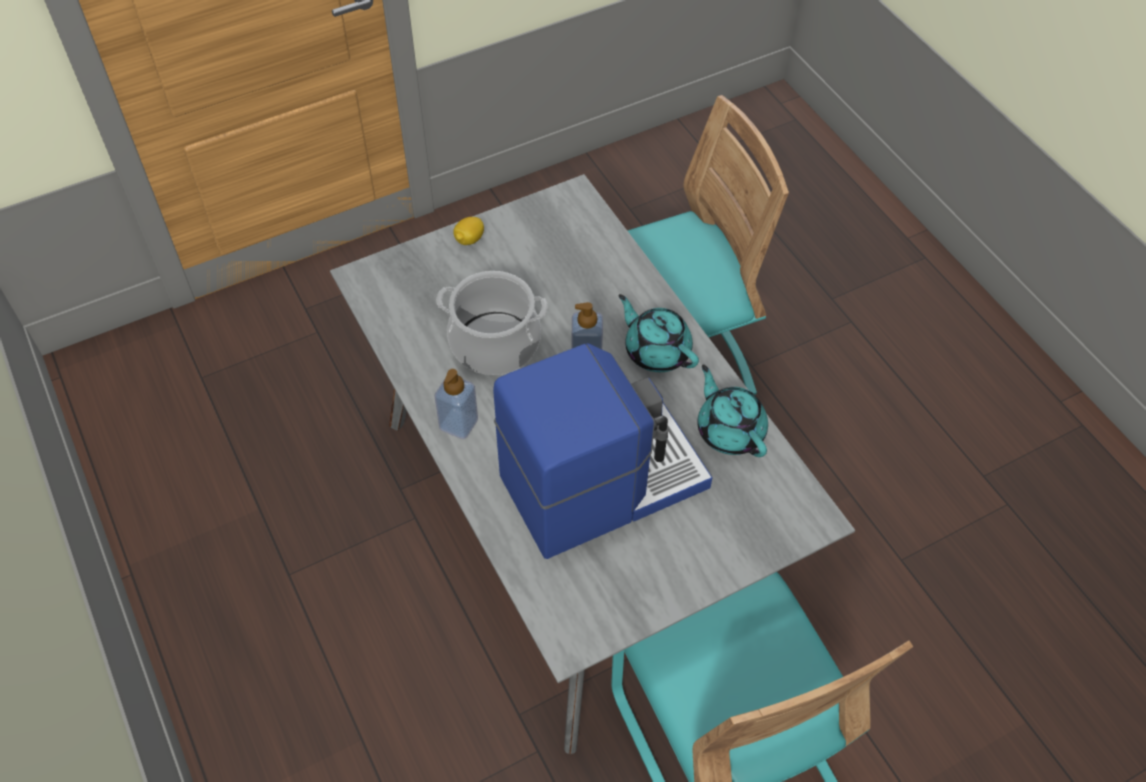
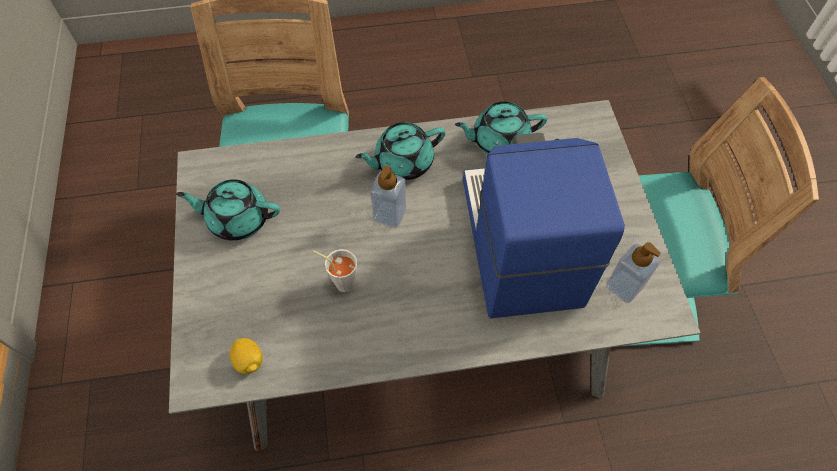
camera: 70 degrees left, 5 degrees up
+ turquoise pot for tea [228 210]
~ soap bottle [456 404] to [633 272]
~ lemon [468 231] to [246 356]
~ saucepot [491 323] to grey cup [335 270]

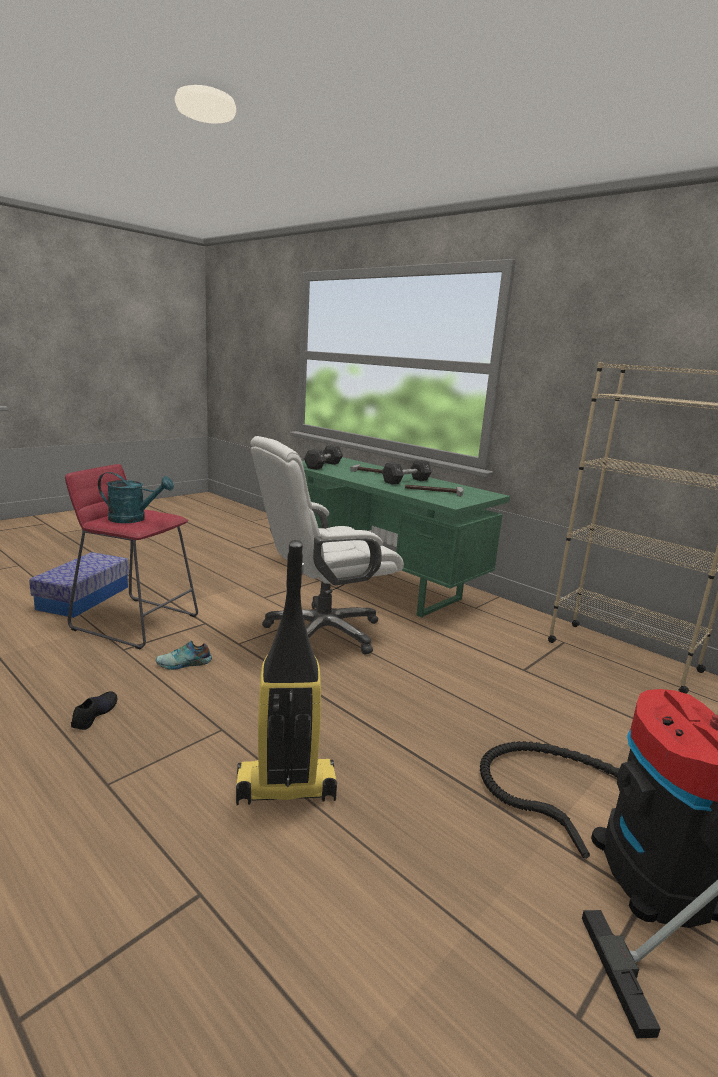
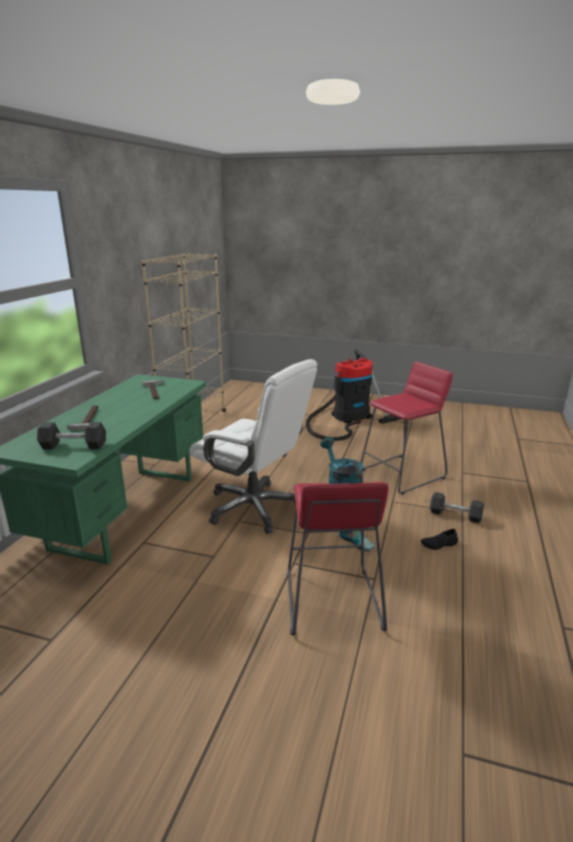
camera: 115 degrees left, 5 degrees up
- storage box [79 585]
~ black-coloured hand weight [407 472] to [457 507]
~ hoover [286 672] to reddish stool [407 428]

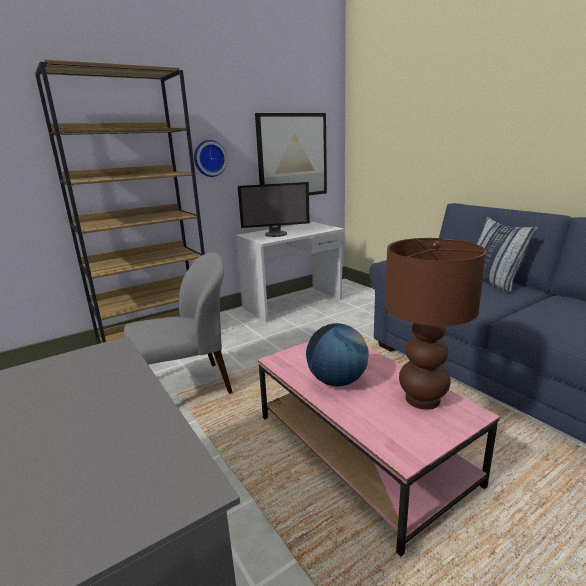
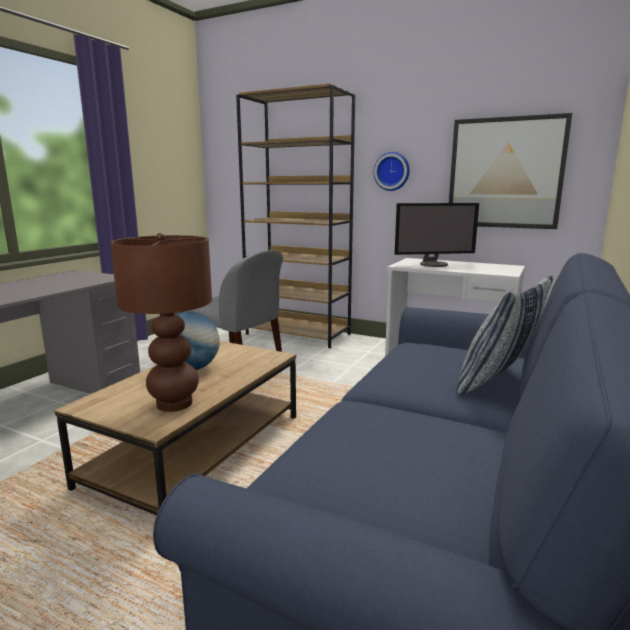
camera: 60 degrees right, 5 degrees down
~ pink-coloured low table [379 449] to brown low table [175 428]
~ monitor [274 209] = [436 235] 60 degrees counterclockwise

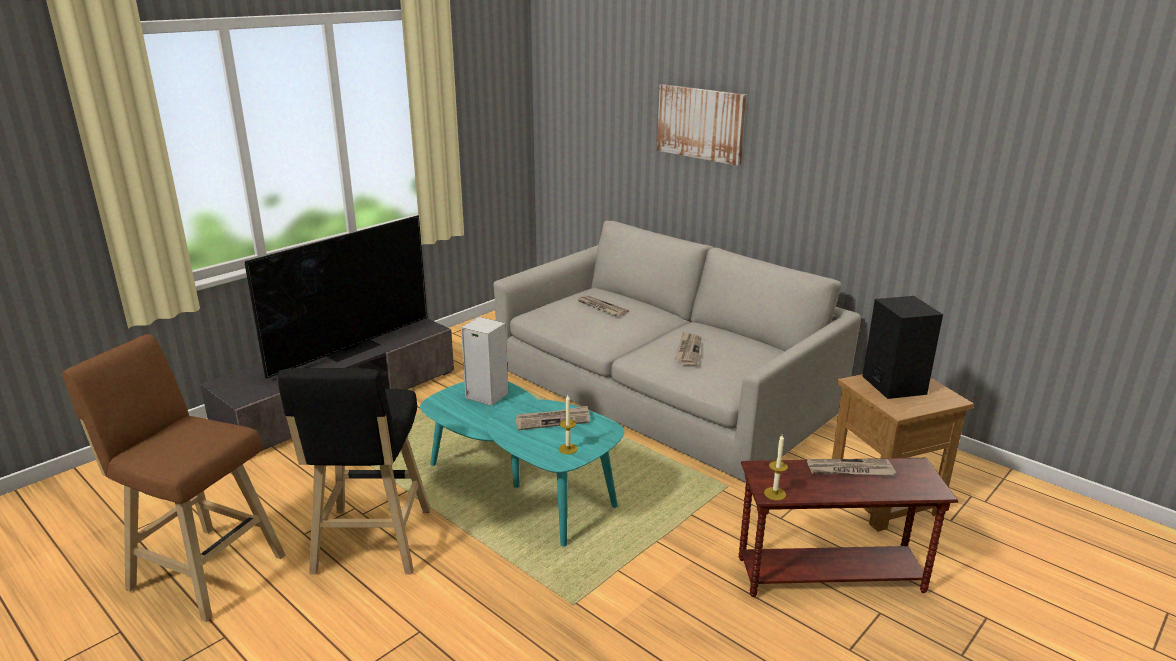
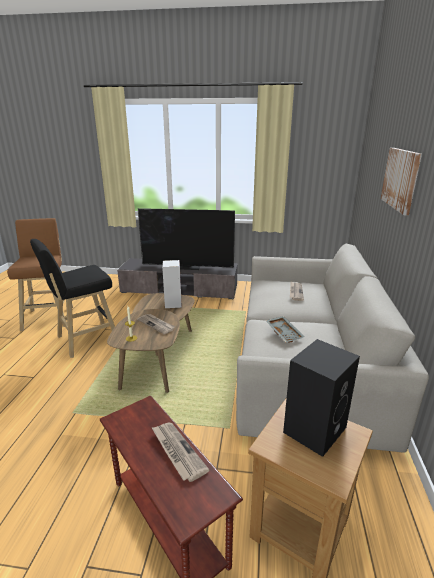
camera: 55 degrees right, 0 degrees up
- candle [776 467]
~ daily paper [688 348] to grey tray [285 329]
~ turquoise low table [522 464] to brown low table [151 343]

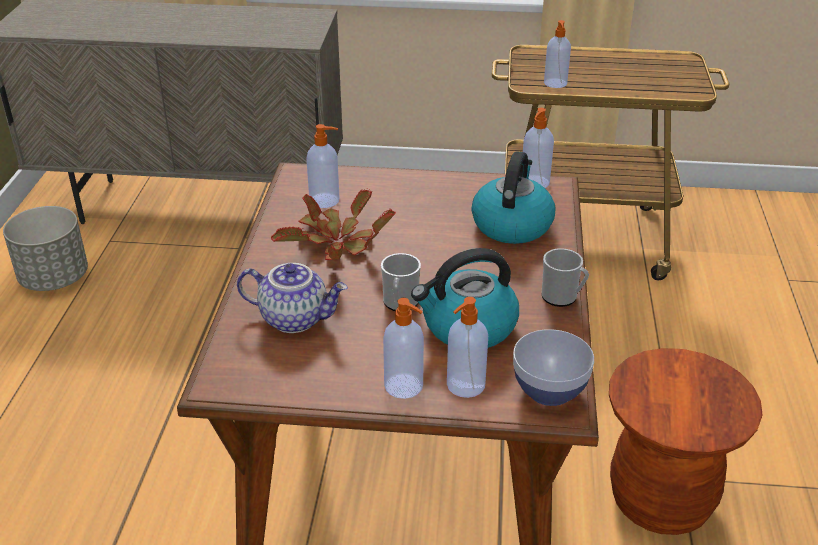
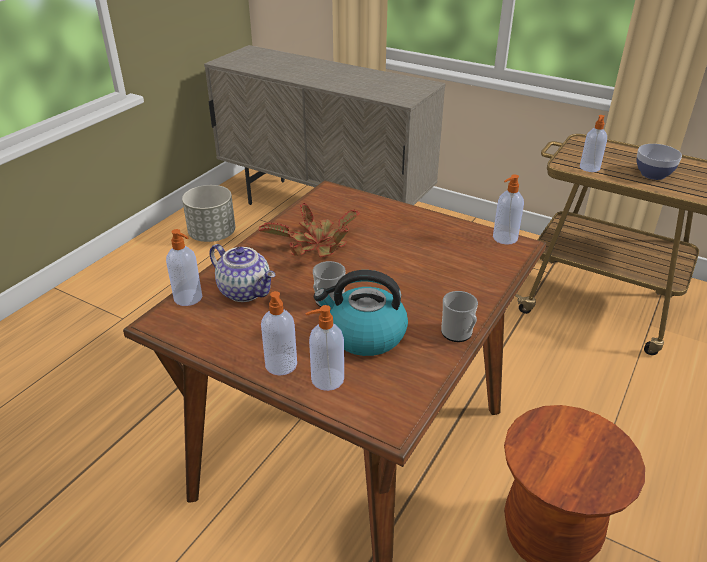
camera: 25 degrees right, 0 degrees up
- tea kettle [513 197]
~ soap bottle [323 166] to [184 267]
~ bowl [553 367] to [659 162]

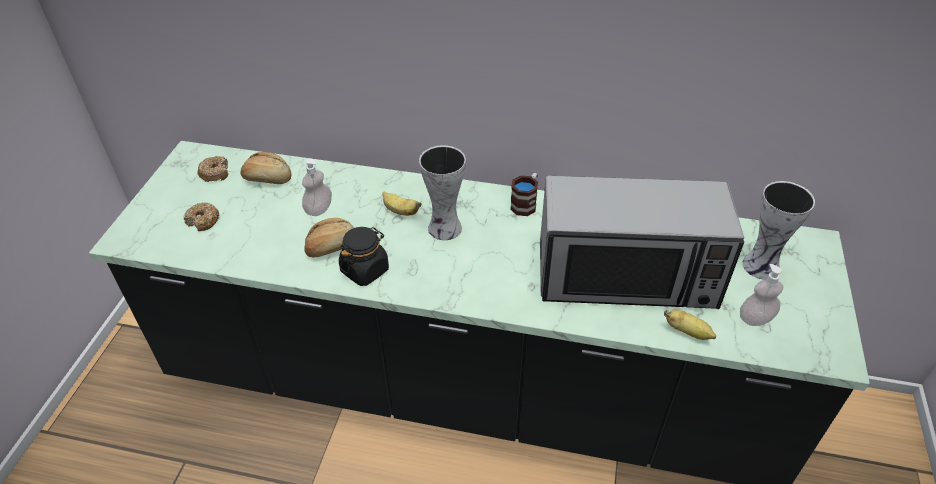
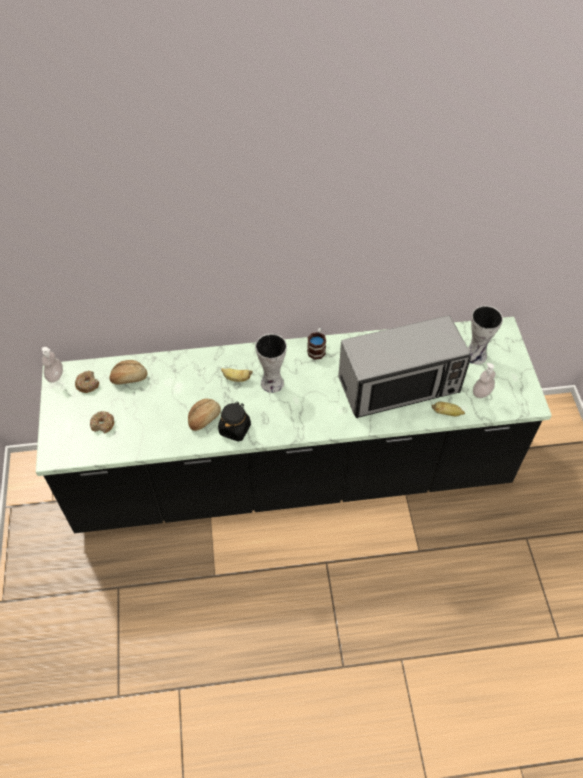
camera: 20 degrees left, 10 degrees up
~ soap bottle [317 187] to [52 365]

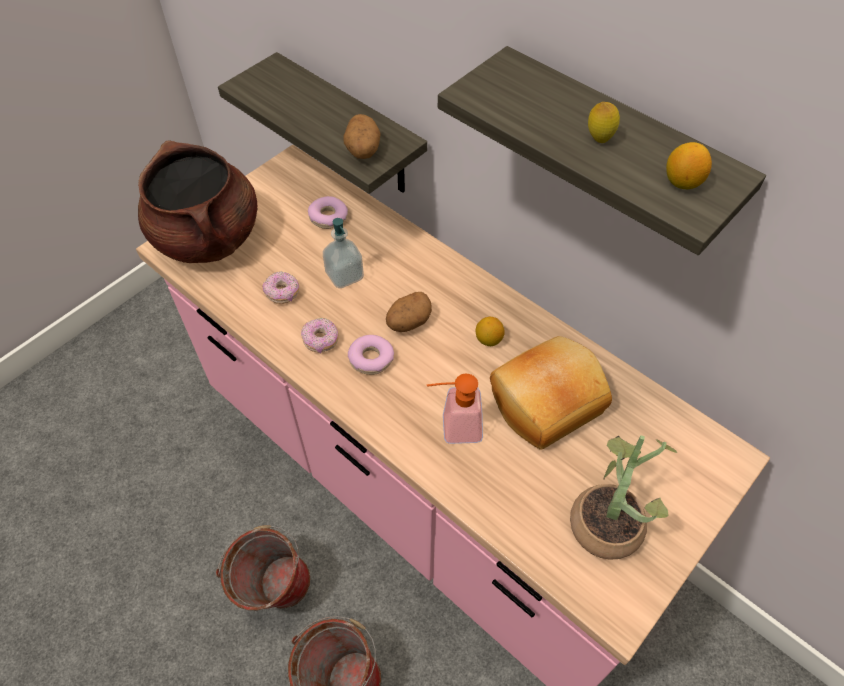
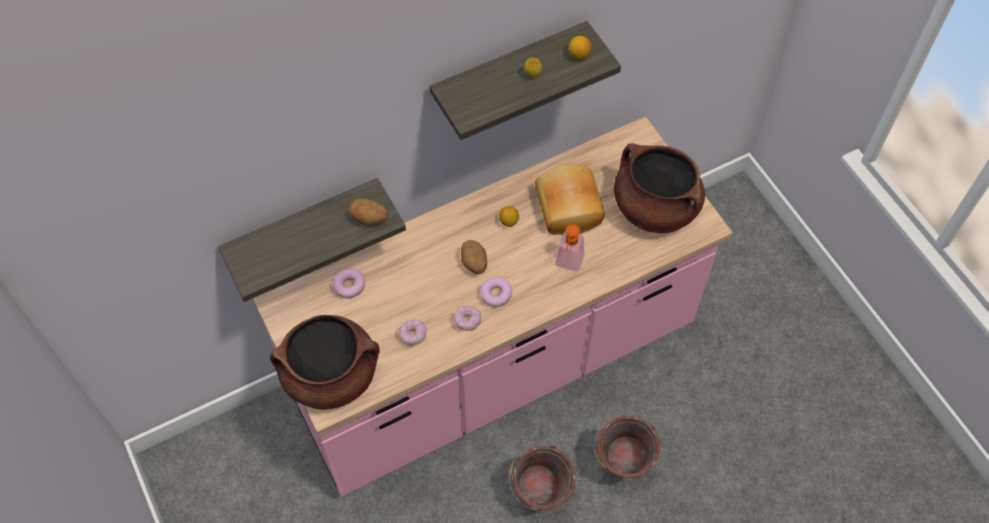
camera: 70 degrees left, 5 degrees up
- soap bottle [343 253]
~ houseplant [623 497] to brown saucepot [659 188]

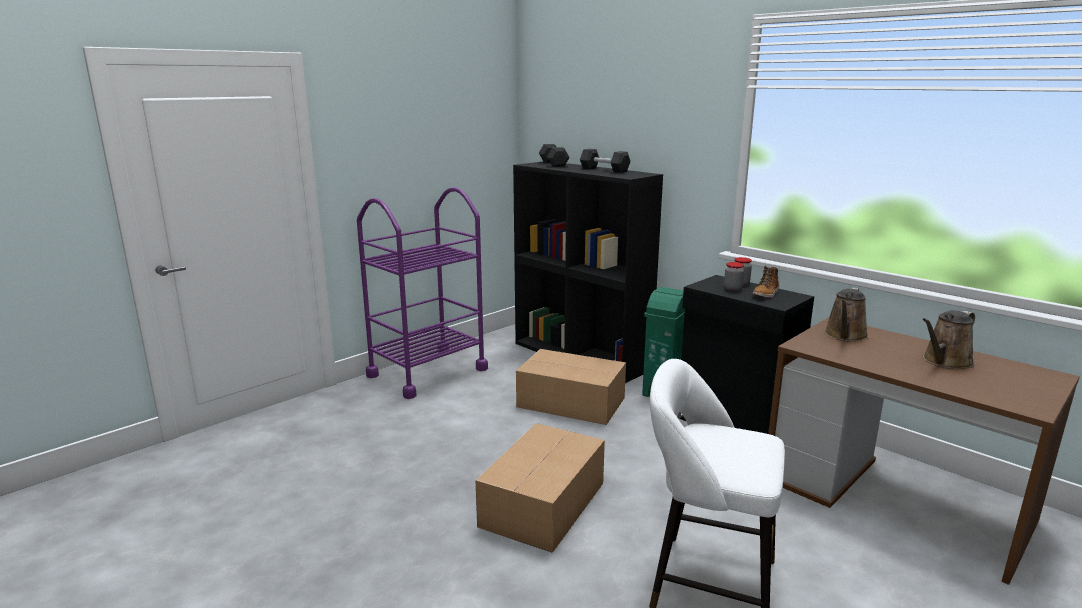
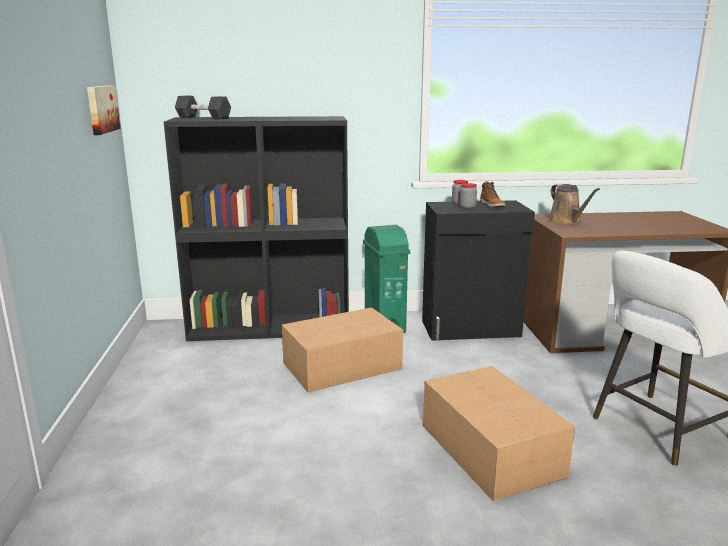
camera: 50 degrees left, 0 degrees up
- purple wheeled cart [422 293]
- black-coloured hand weight [605 161]
- brown sprinkling can [949 339]
+ picture [104 110]

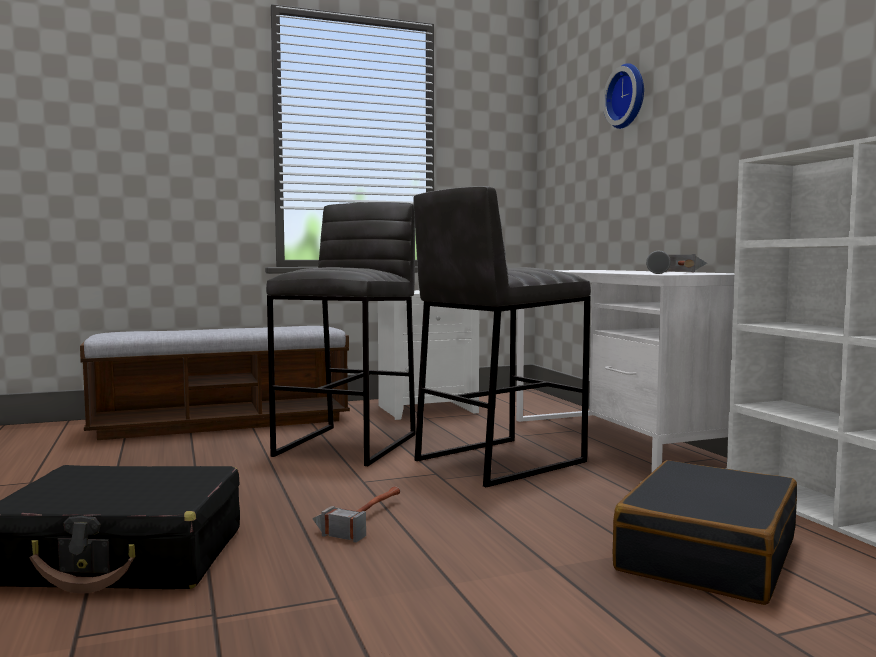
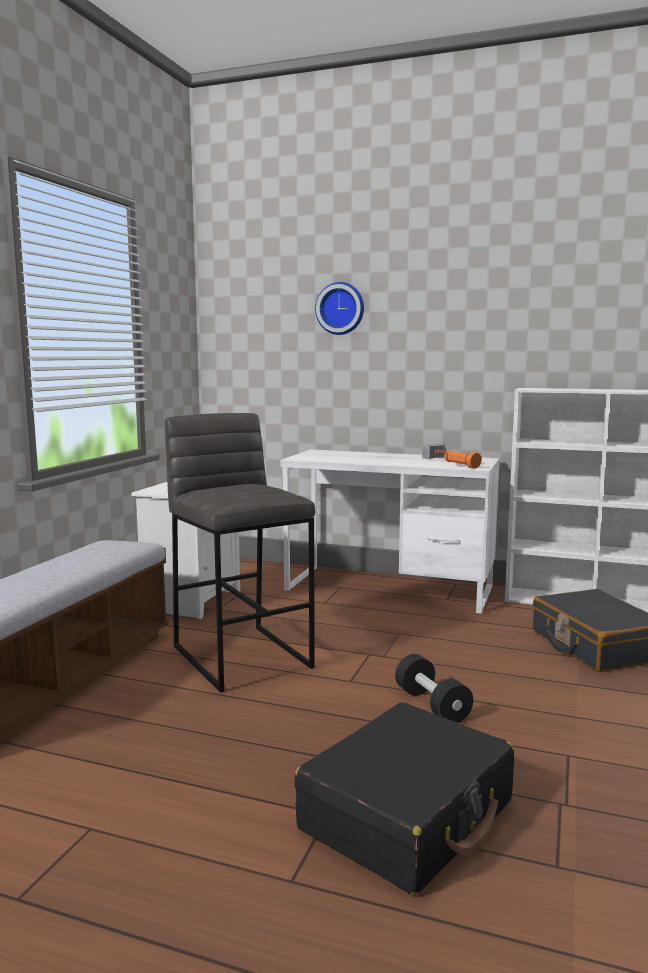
camera: 50 degrees left, 5 degrees up
- grey stool [502 336]
~ hand hammer [356 514] to black-coloured hand weight [434 688]
~ grey torch [658 262] to orangey torch [463 459]

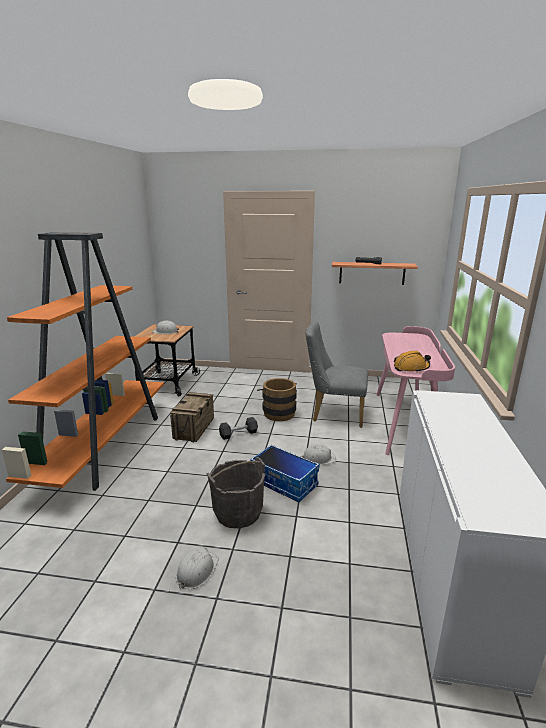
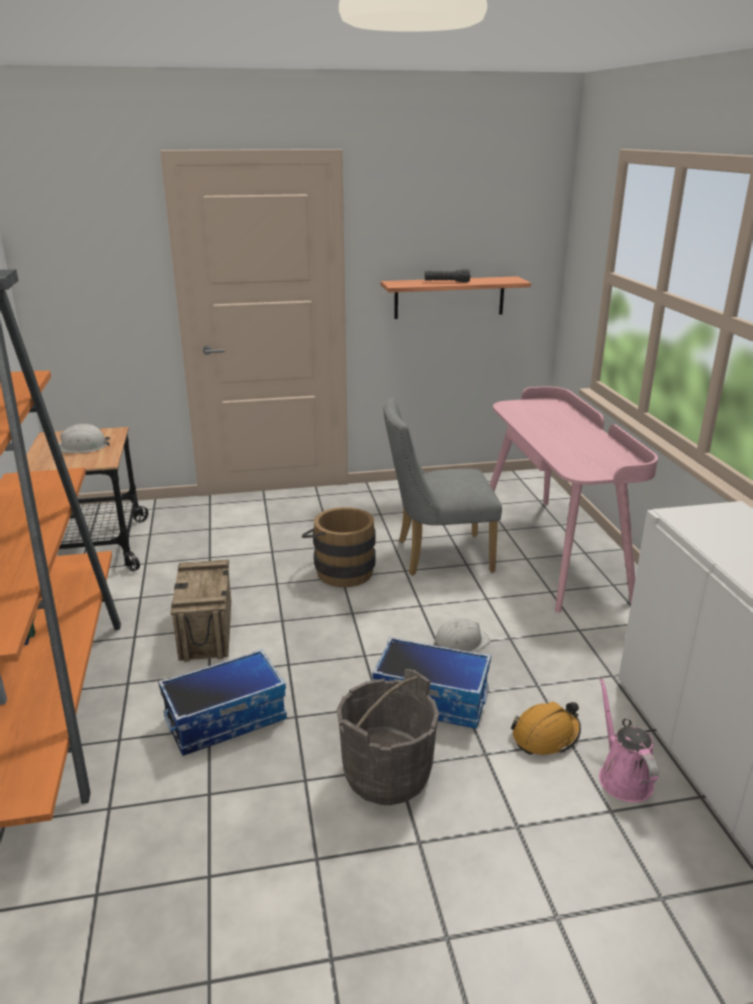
camera: 20 degrees left, 5 degrees up
- white-coloured work helmet [197 568]
- black-coloured hand weight [238 428]
+ storage box [222 702]
+ pink-coloured sprinkling can [629 740]
~ orangey work helmet [412 361] to [546 728]

